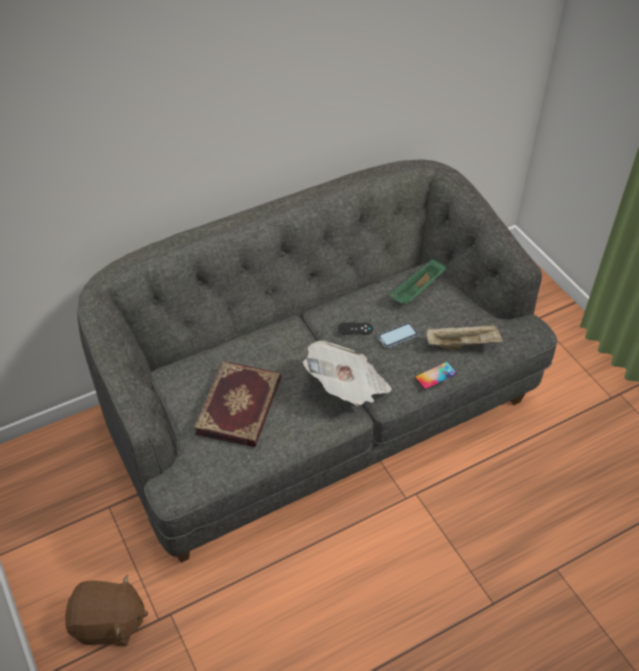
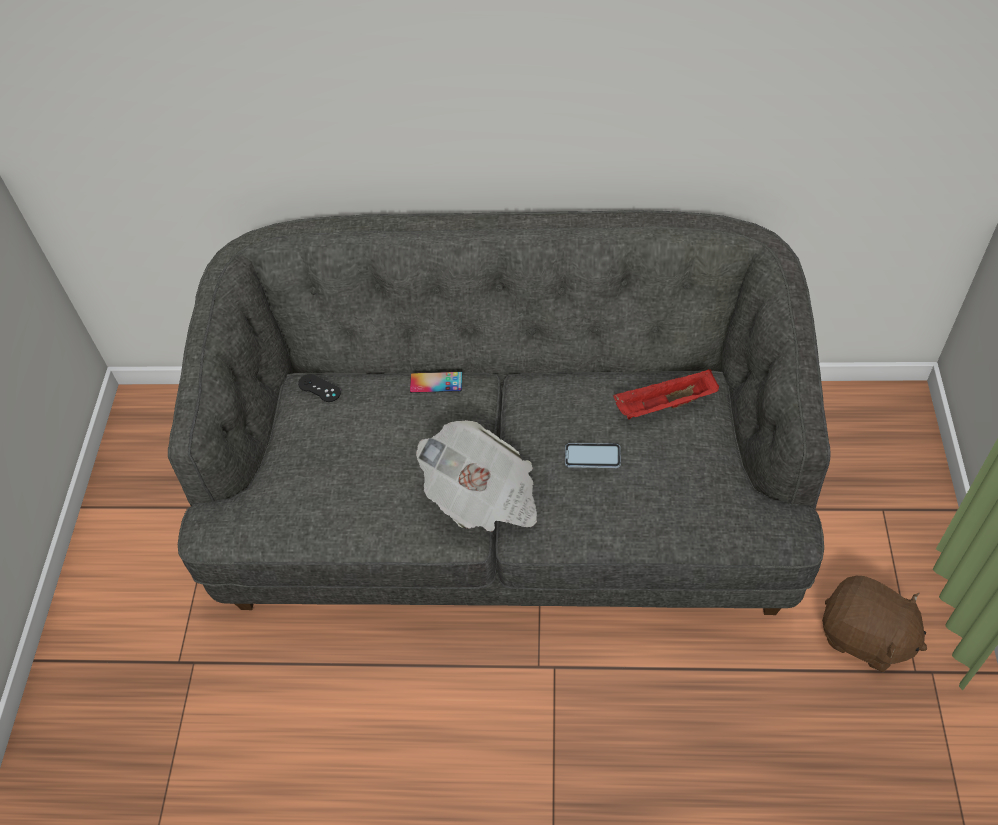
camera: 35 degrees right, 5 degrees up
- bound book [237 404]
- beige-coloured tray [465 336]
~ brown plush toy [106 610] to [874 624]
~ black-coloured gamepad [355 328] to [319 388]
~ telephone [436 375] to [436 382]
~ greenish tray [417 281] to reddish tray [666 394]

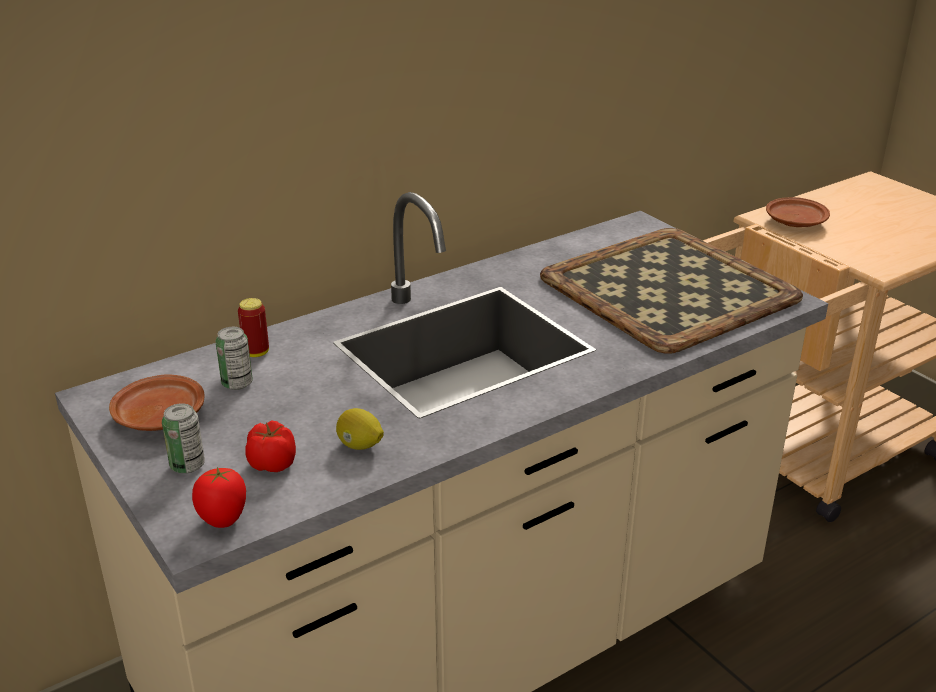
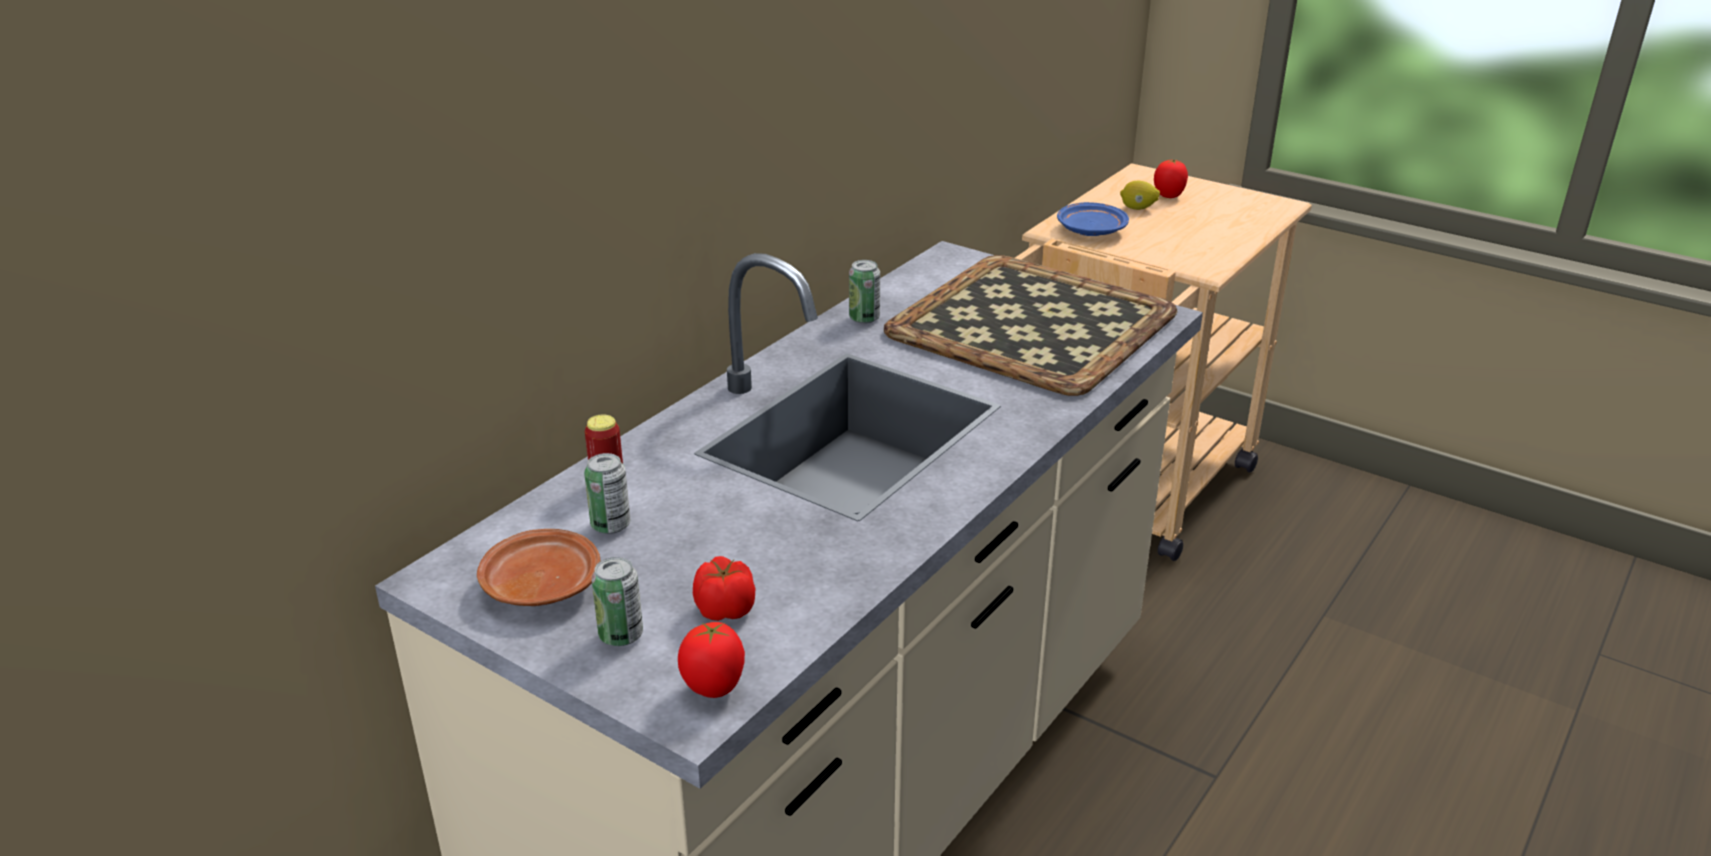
camera: 20 degrees left, 0 degrees up
+ sealed can [864 292]
+ fresh tomato [1171 178]
~ lemon [360 429] to [1140 195]
~ brown plate [798 212] to blue-coloured plate [1093 219]

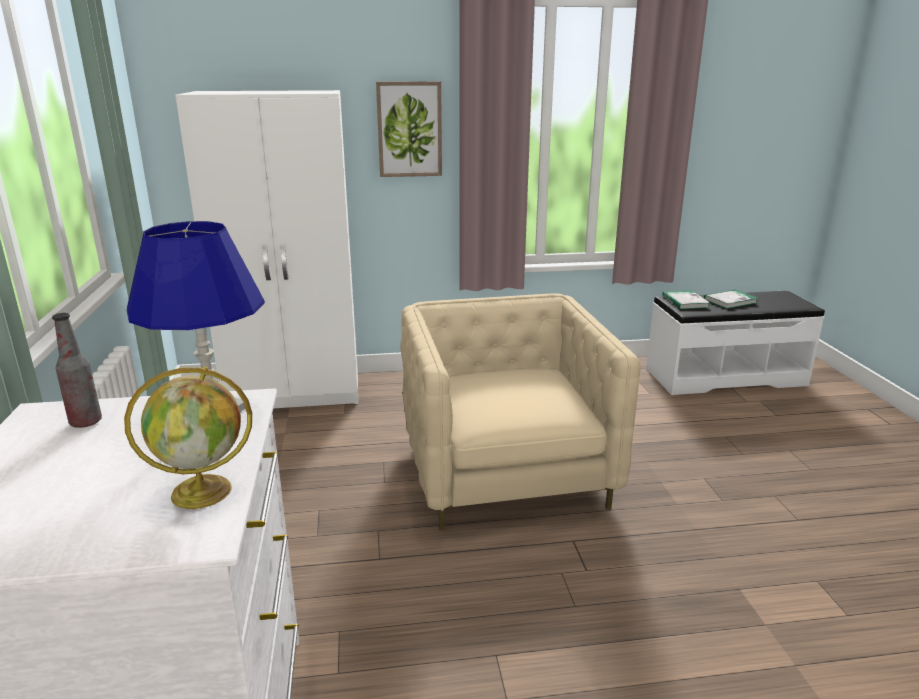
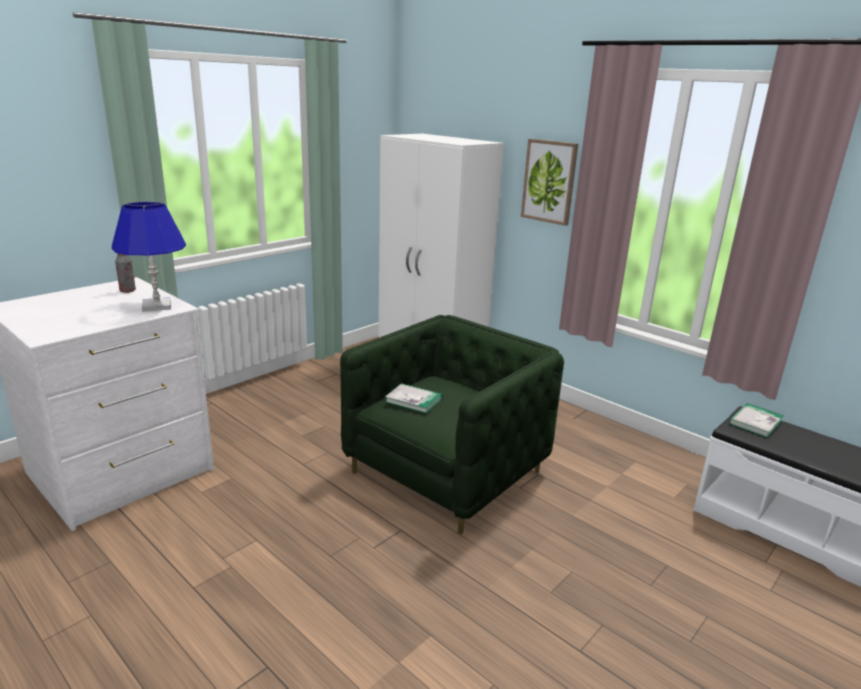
camera: 50 degrees right, 0 degrees up
- desk globe [188 438]
~ bound book [731 299] to [413 398]
~ beige-coloured lounge chair [520 411] to greenish lounge chair [452 425]

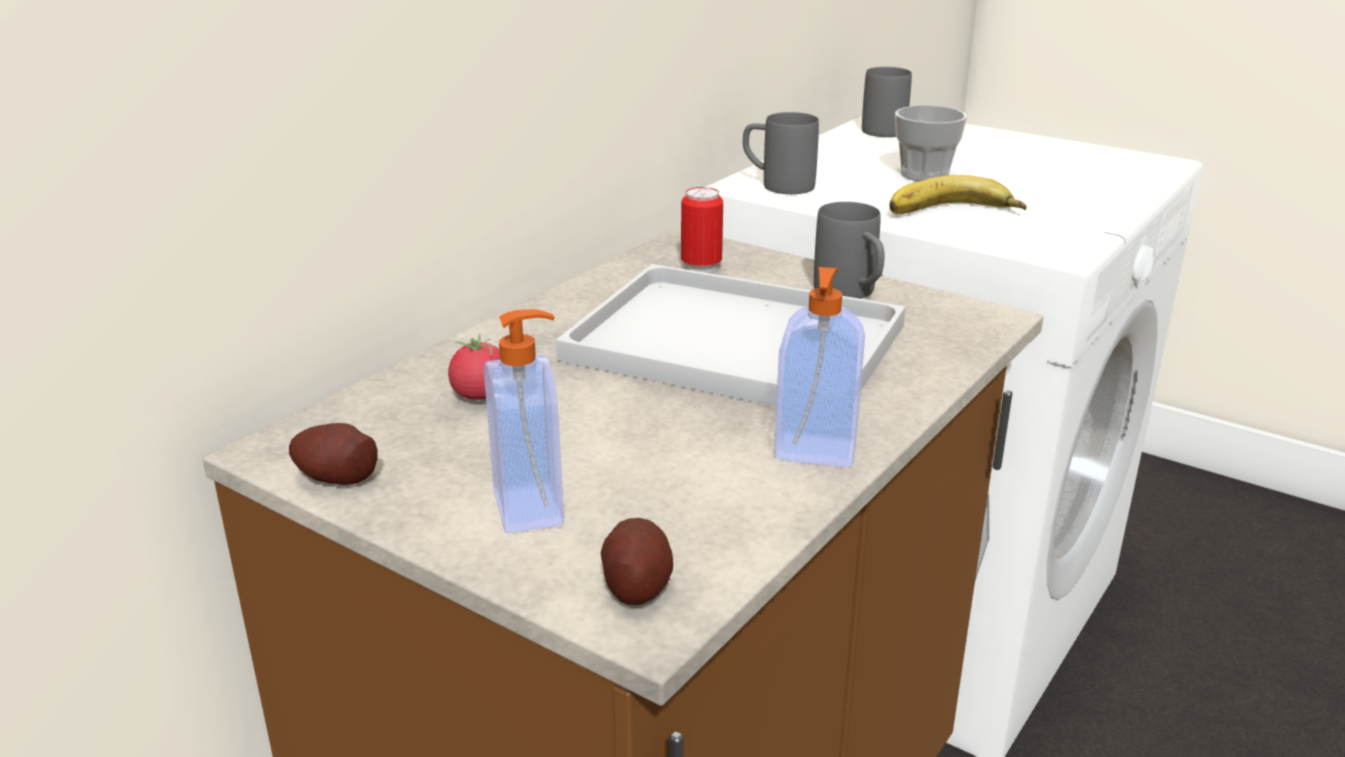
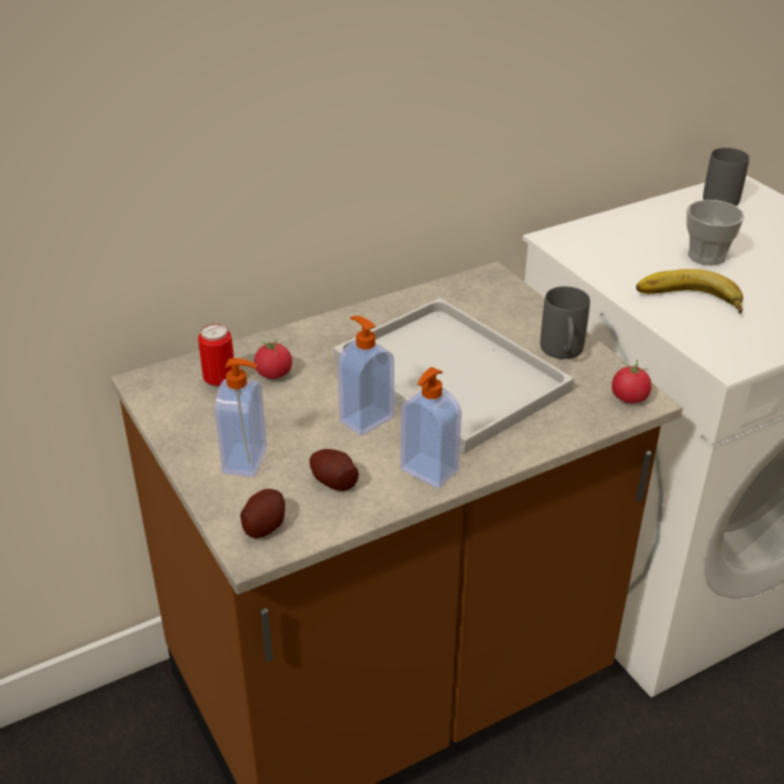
camera: 25 degrees right, 10 degrees up
- grey tea mug [781 153]
+ soap bottle [366 376]
+ fresh tomato [632 381]
~ potato [333 454] to [334 470]
~ sealed can [702 230] to [216 356]

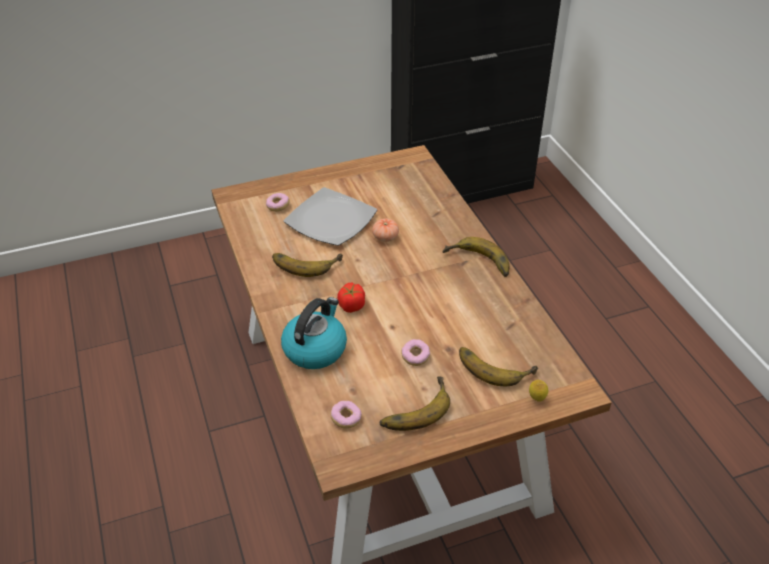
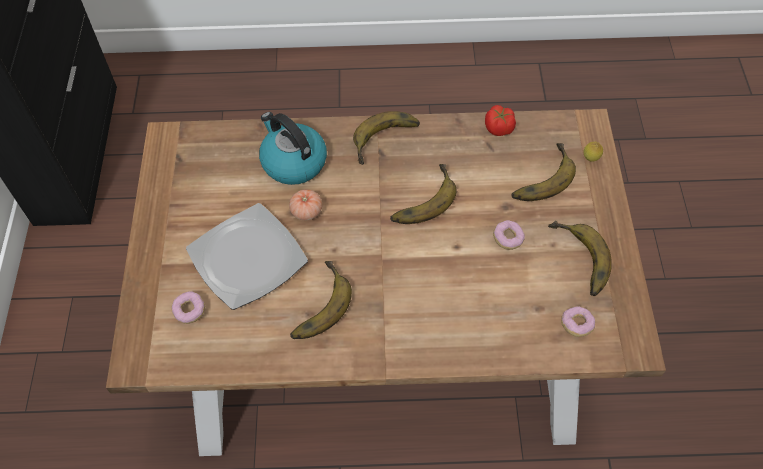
camera: 70 degrees left, 15 degrees up
+ banana fruit [423 194]
~ tea kettle [314 333] to [293 148]
~ fresh tomato [351 298] to [500 120]

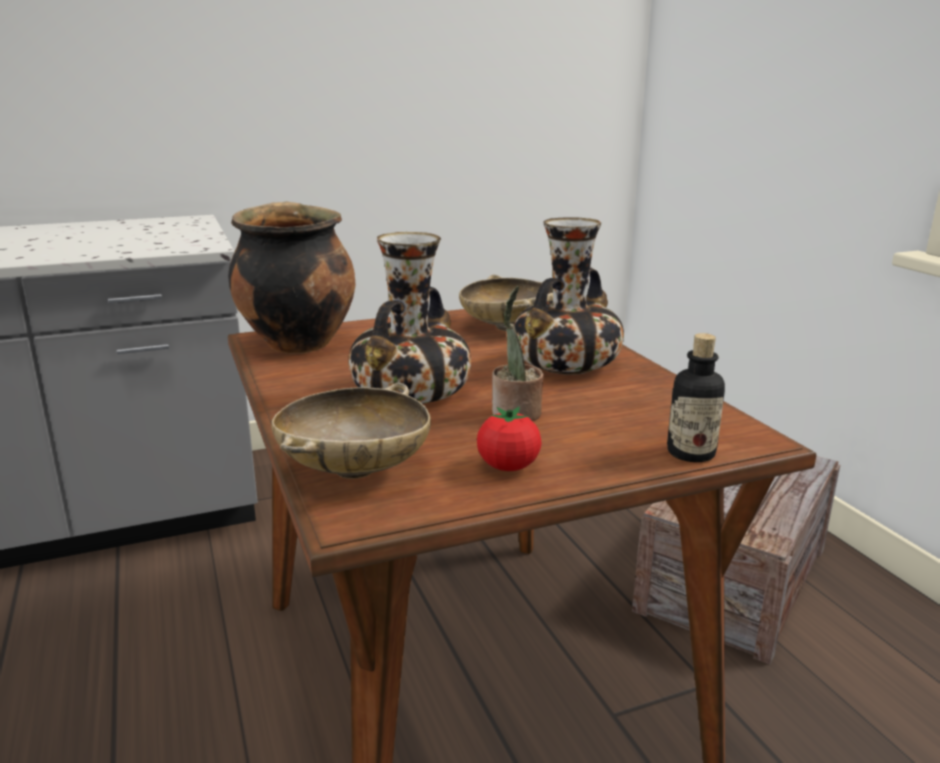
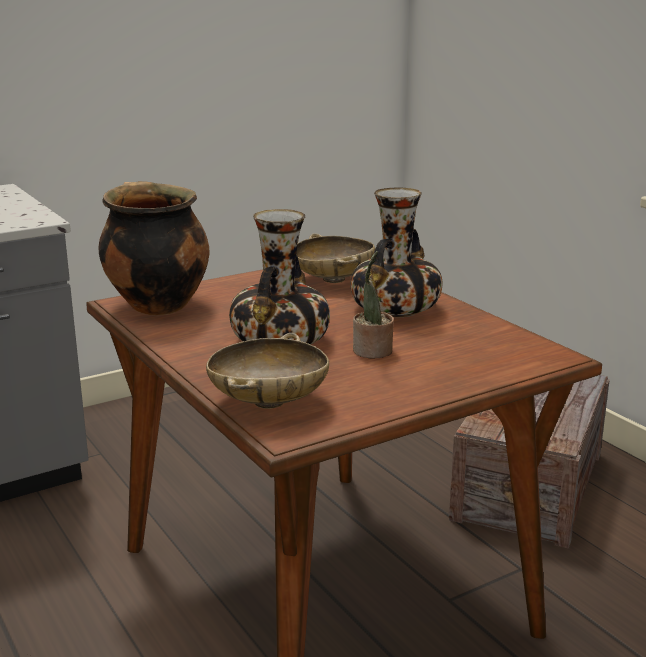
camera: 10 degrees left, 0 degrees up
- fresh tomato [509 438]
- beverage bottle [696 397]

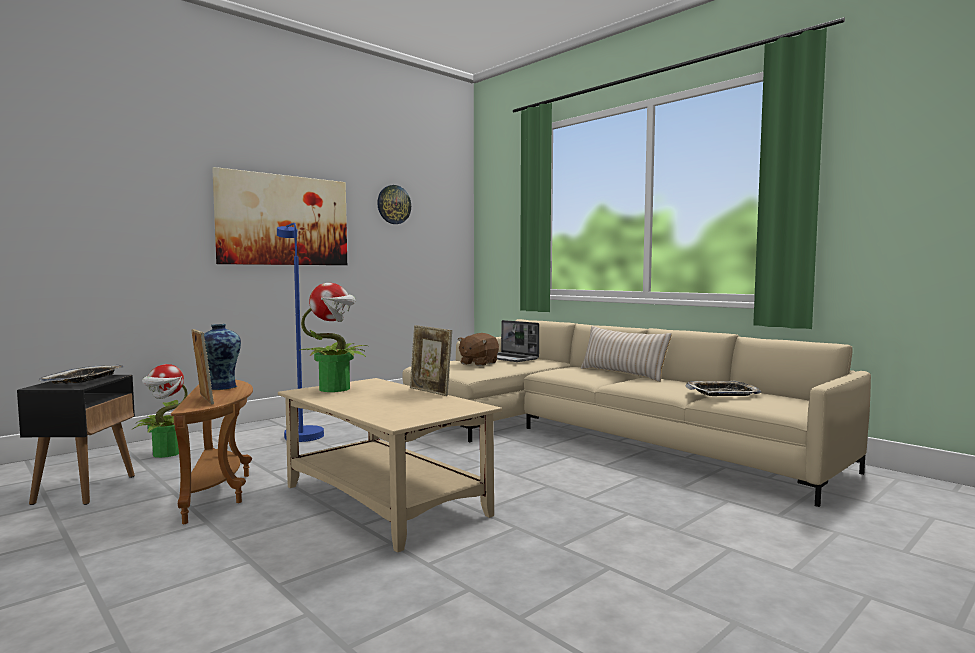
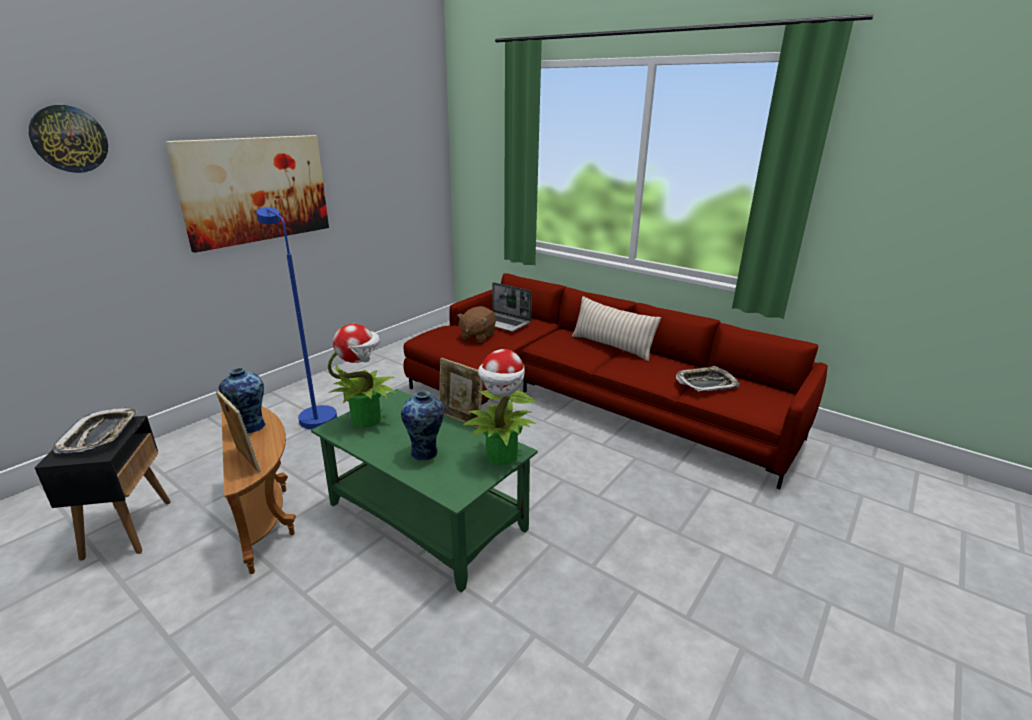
camera: 10 degrees left, 20 degrees up
+ vase [423 425]
~ houseplant [160 411] to [500 407]
~ wall clock [394 204] to [68 139]
~ beige-coloured low table [390 465] to greenish low table [424 491]
~ beige-coloured sofa [637 413] to reddish sofa [615 381]

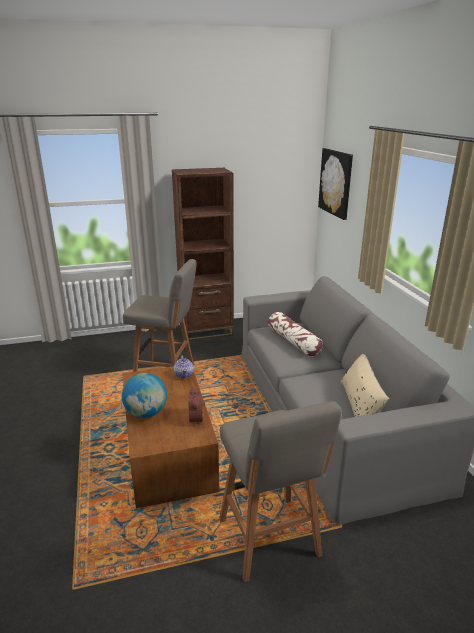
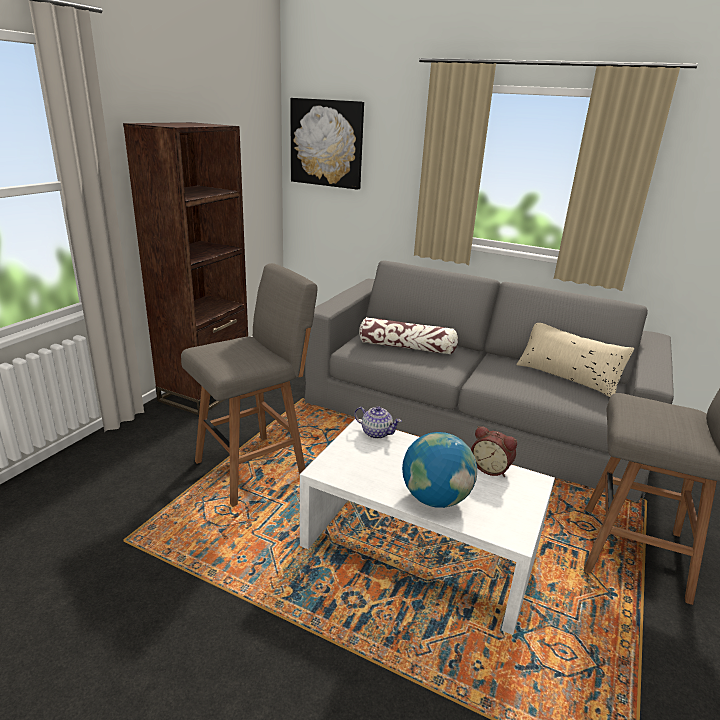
camera: 50 degrees left, 0 degrees up
~ brown low table [170 437] to white-coloured low table [427 527]

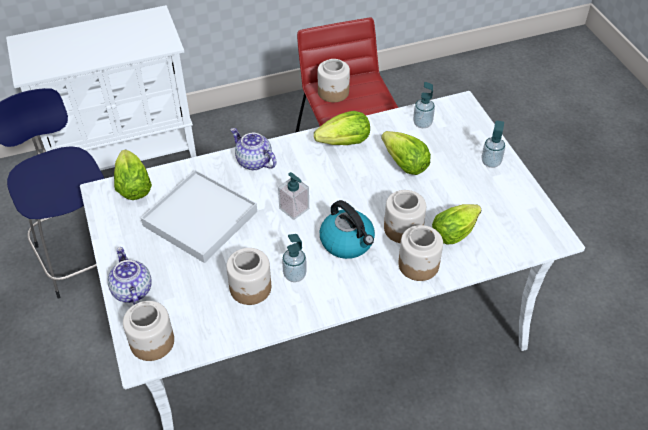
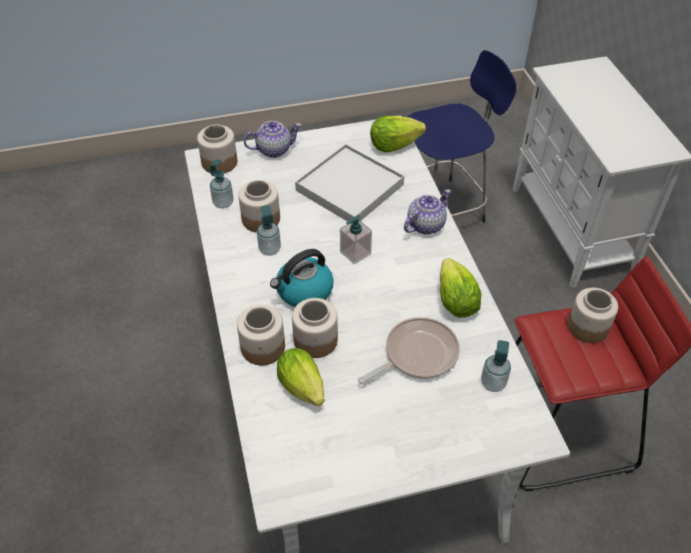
camera: 95 degrees right, 0 degrees up
~ soap bottle [493 144] to [222 184]
~ head of lettuce [406 153] to pan [409 350]

